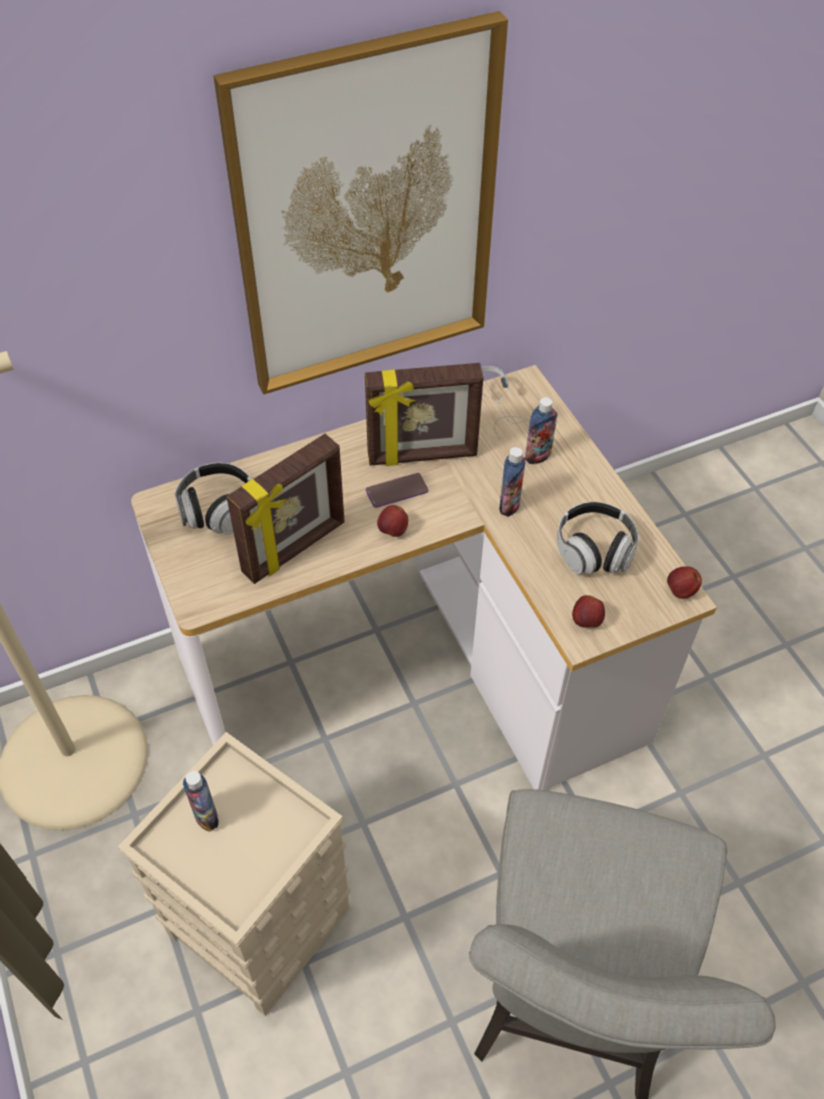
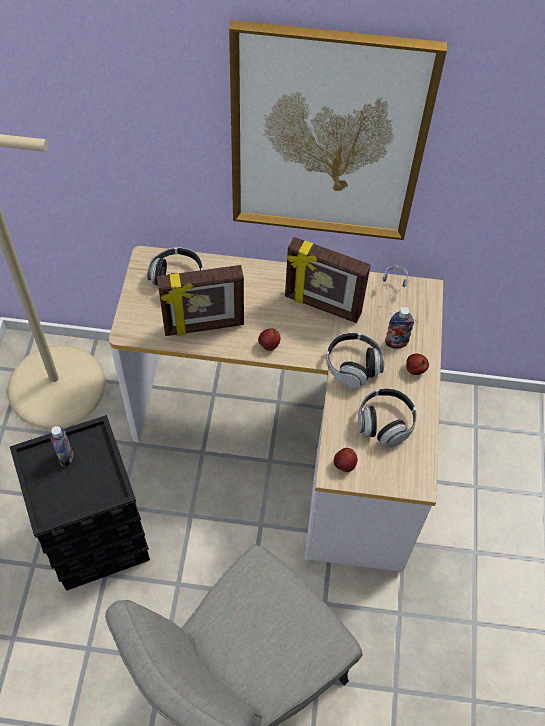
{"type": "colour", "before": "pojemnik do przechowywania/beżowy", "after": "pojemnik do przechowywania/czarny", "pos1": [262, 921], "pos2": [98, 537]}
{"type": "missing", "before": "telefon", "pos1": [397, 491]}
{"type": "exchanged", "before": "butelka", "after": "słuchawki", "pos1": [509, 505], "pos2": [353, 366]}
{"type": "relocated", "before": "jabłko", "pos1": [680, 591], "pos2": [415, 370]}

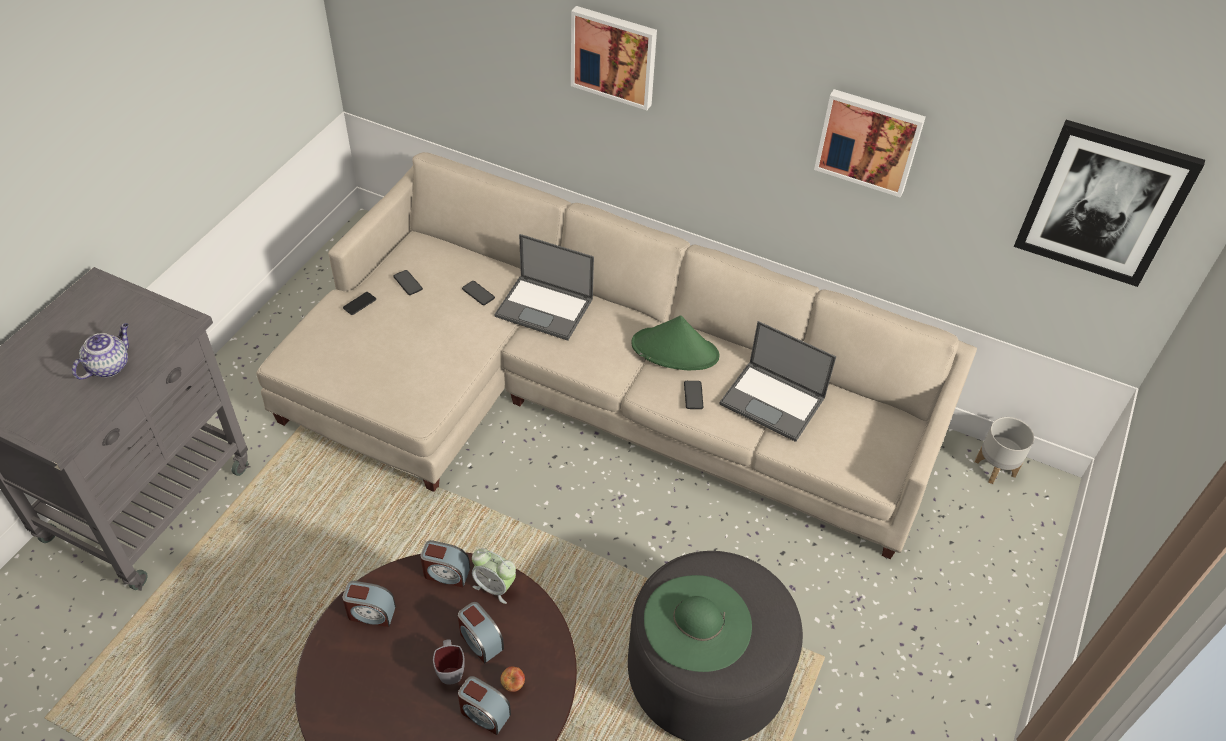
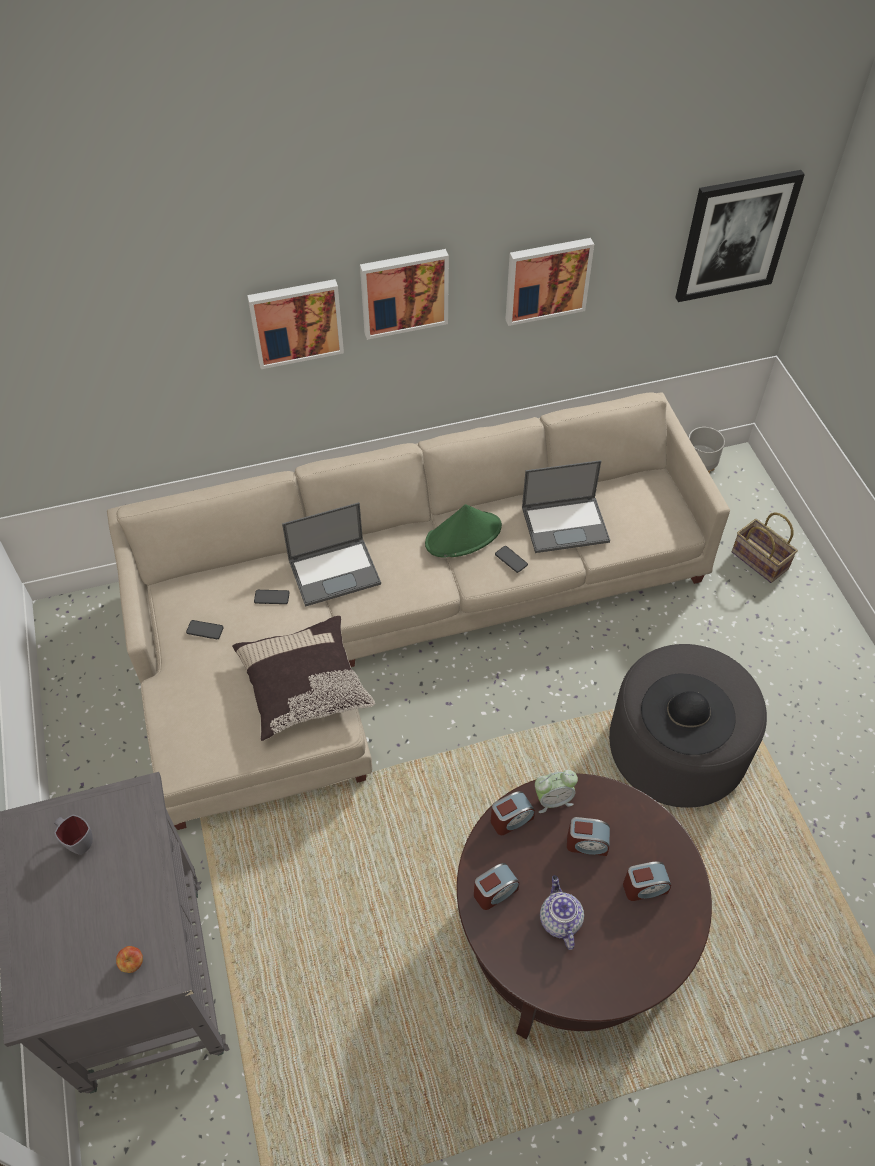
{"type": "relocated", "before": "imbryk", "pos1": [109, 365], "pos2": [559, 919]}
{"type": "missing", "before": "telefon", "pos1": [359, 304]}
{"type": "relocated", "before": "kubek/szary", "pos1": [450, 670], "pos2": [77, 841]}
{"type": "relocated", "before": "jabłko", "pos1": [513, 684], "pos2": [132, 963]}
{"type": "colour", "before": "kapelusz/zielony", "after": "kapelusz/czarny", "pos1": [697, 622], "pos2": [687, 714]}
{"type": "appeared", "after": "poduszka", "pos2": [304, 686]}
{"type": "appeared", "after": "obraz", "pos2": [404, 291]}
{"type": "appeared", "after": "koszyk", "pos2": [757, 560]}

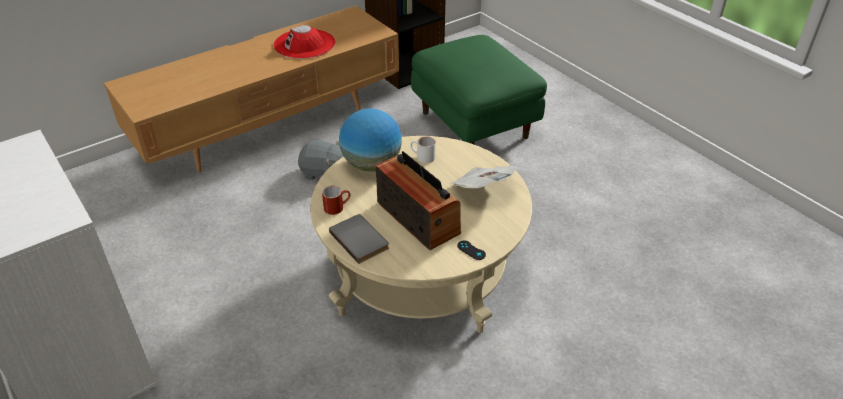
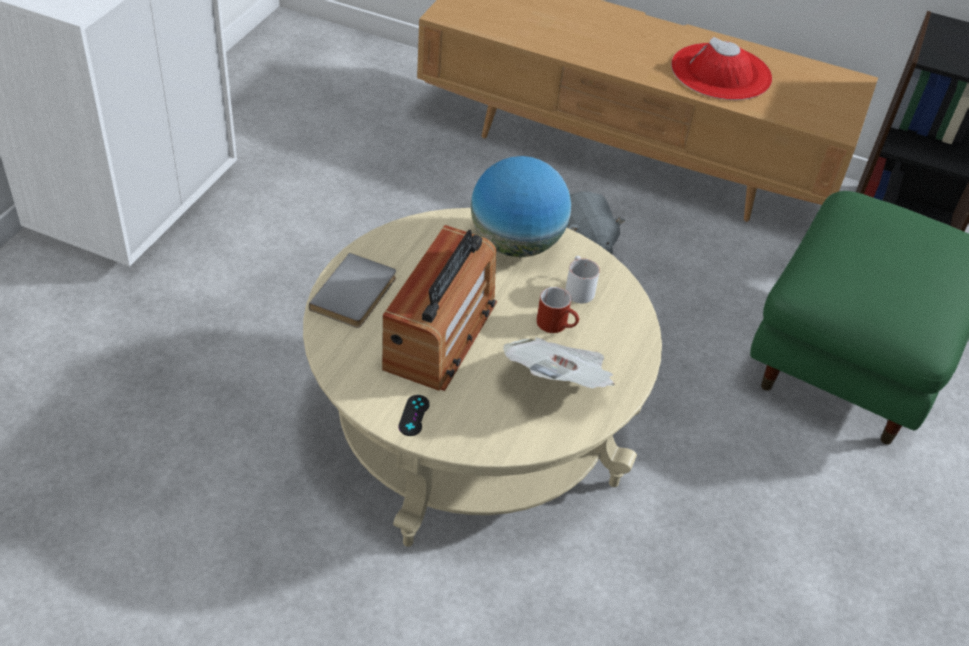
{"type": "relocated", "before": "kubek/czerwony", "pos1": [337, 207], "pos2": [557, 324]}

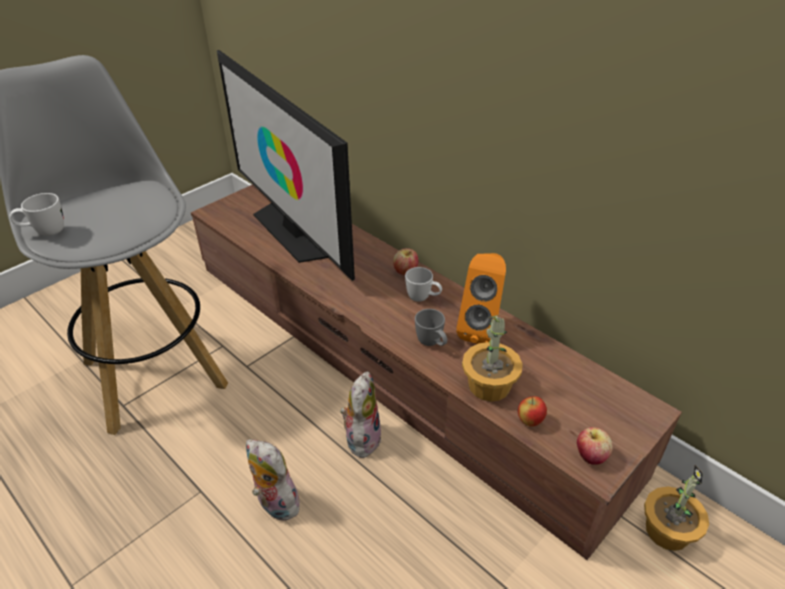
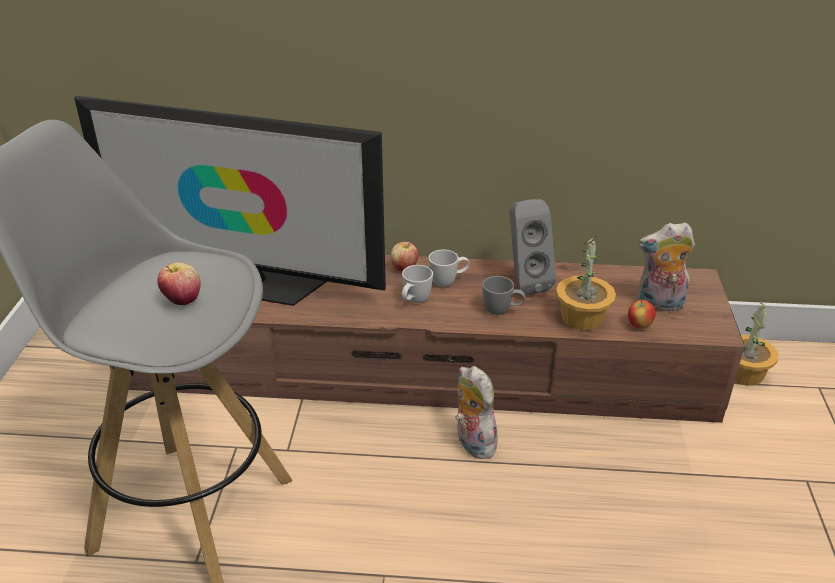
{"type": "relocated", "before": "kubek/biały", "pos1": [44, 232], "pos2": [414, 301]}
{"type": "relocated", "before": "pluszak", "pos1": [275, 503], "pos2": [659, 304]}
{"type": "colour", "before": "głośnik/pomarańczowy", "after": "głośnik/szary", "pos1": [481, 329], "pos2": [524, 282]}
{"type": "relocated", "before": "jabłko", "pos1": [590, 456], "pos2": [182, 300]}

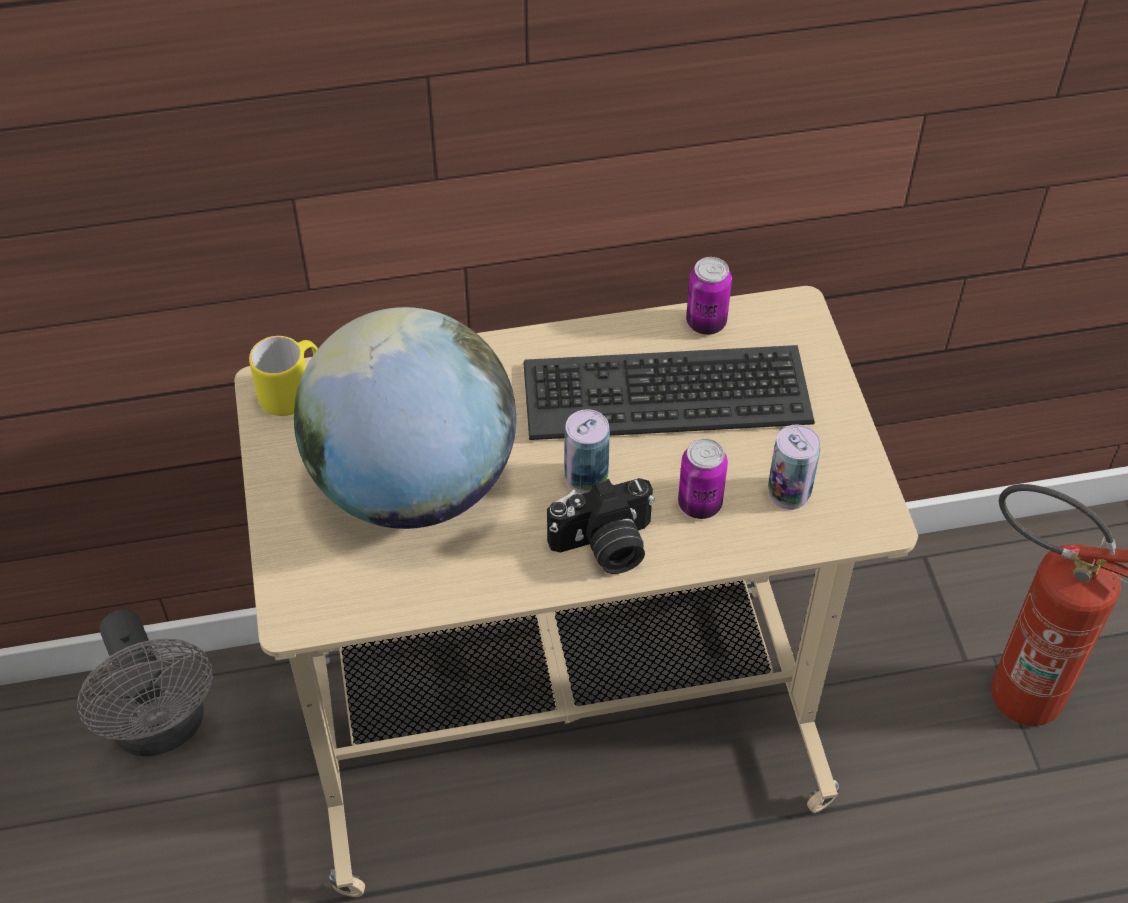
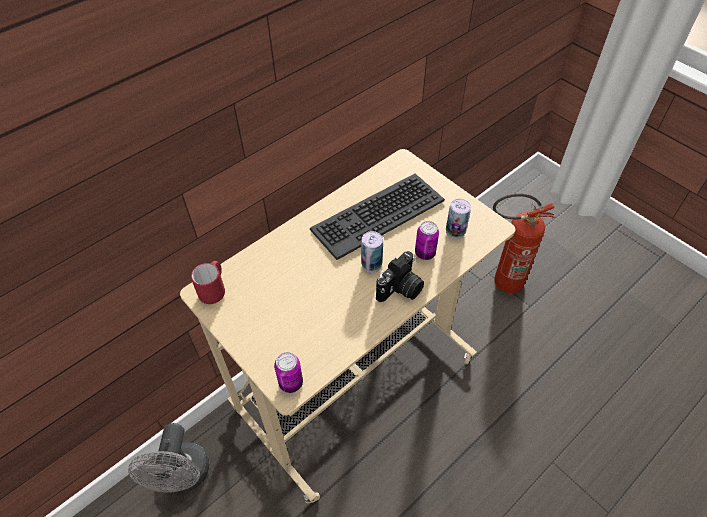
{"type": "spun", "before": "wentylator/szary", "pos1": [162, 728], "pos2": [184, 477], "turn": 60}
{"type": "colour", "before": "kubek/żółty", "after": "kubek/czerwony", "pos1": [293, 393], "pos2": [214, 290]}
{"type": "missing", "before": "globus", "pos1": [412, 484]}
{"type": "relocated", "before": "puszka", "pos1": [706, 323], "pos2": [291, 383]}

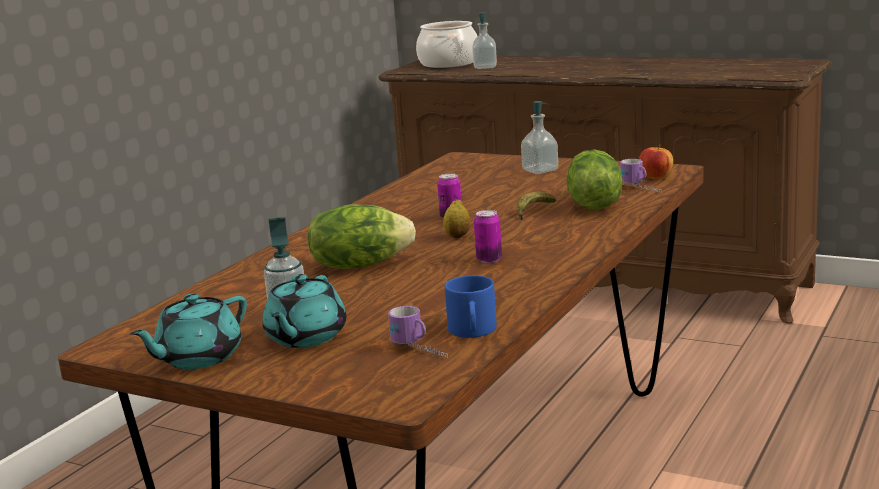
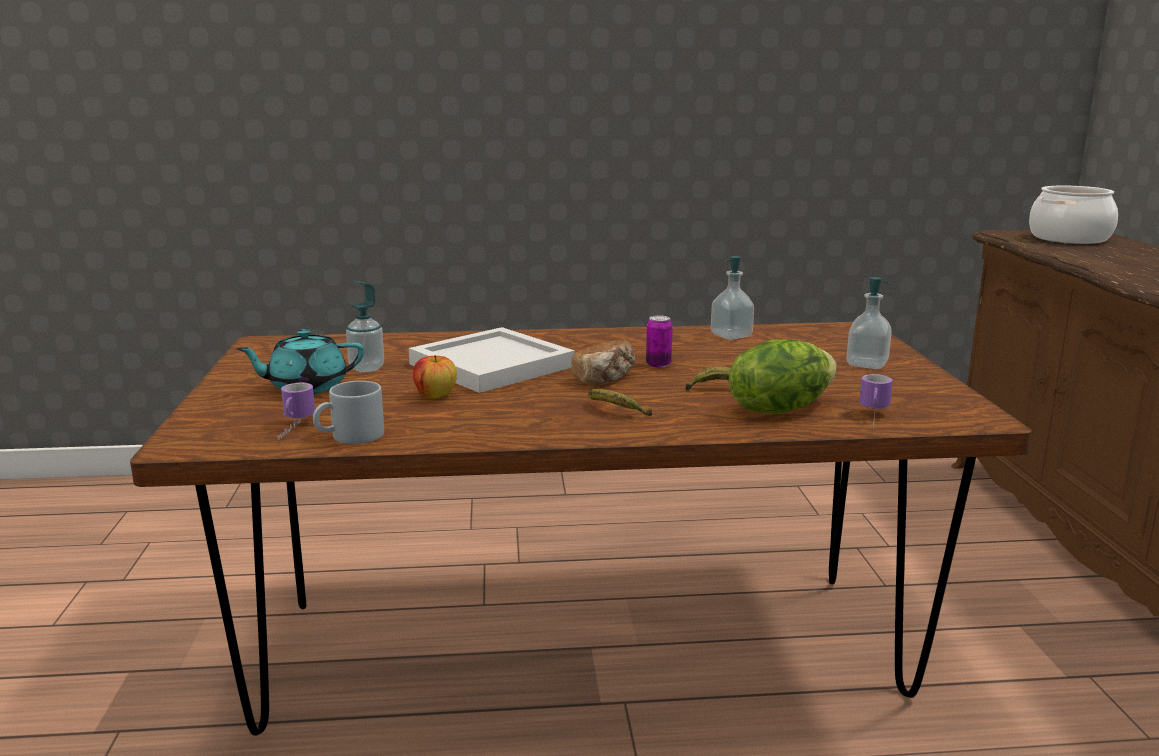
{"type": "missing", "before": "imbryk/turkusowy", "pos1": [198, 358]}
{"type": "exchanged", "before": "sałata", "after": "taca/biały", "pos1": [360, 265], "pos2": [492, 364]}
{"type": "exchanged", "before": "cytryna", "after": "chleb", "pos1": [457, 236], "pos2": [605, 378]}
{"type": "colour", "before": "kubek/niebieski", "after": "kubek/szary", "pos1": [473, 331], "pos2": [350, 437]}
{"type": "relocated", "before": "dozownik mydła", "pos1": [485, 67], "pos2": [731, 335]}
{"type": "missing", "before": "puszka", "pos1": [489, 260]}
{"type": "relocated", "before": "jabłko", "pos1": [656, 177], "pos2": [435, 396]}
{"type": "appeared", "after": "banan", "pos2": [616, 411]}

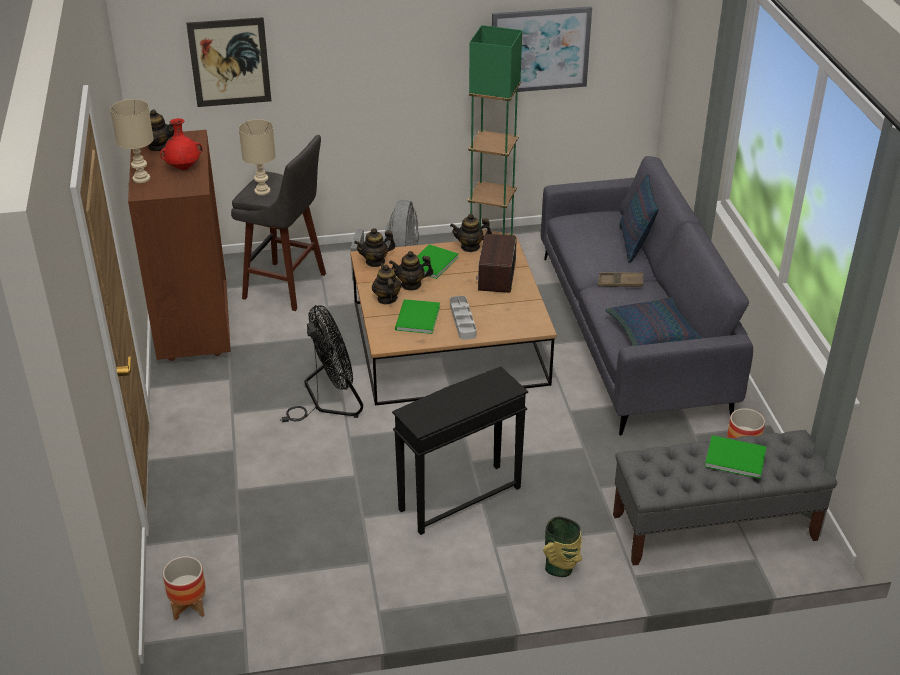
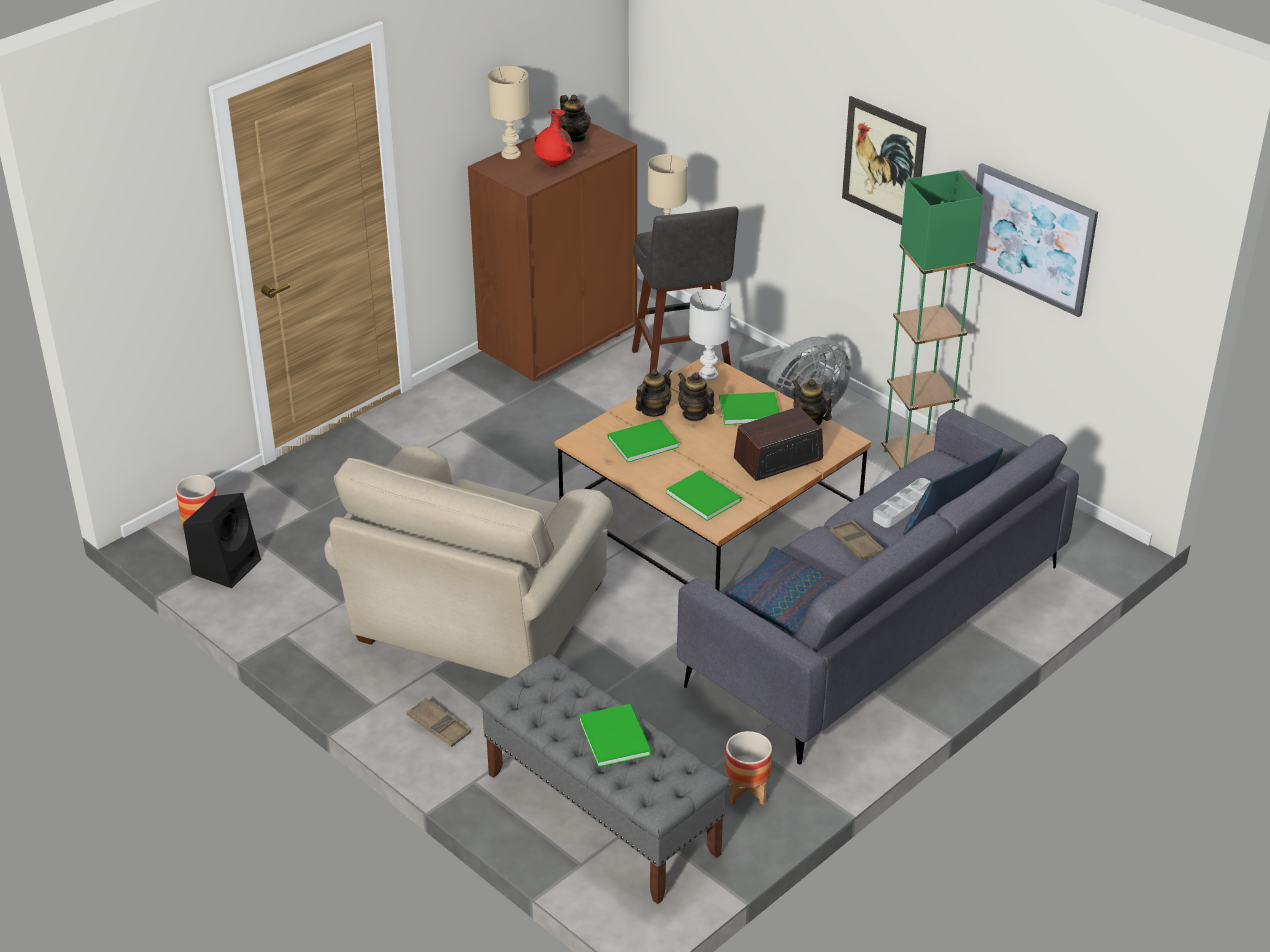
{"type": "relocated", "before": "obraz", "pos1": [229, 62], "pos2": [883, 163]}
{"type": "missing", "before": "wentylator/czarny", "pos1": [325, 396]}
{"type": "exchanged", "before": "imbryk", "after": "lampa stołowa/biały", "pos1": [375, 261], "pos2": [708, 375]}
{"type": "exchanged", "before": "stolik/czarny", "after": "fotel/beżowy", "pos1": [459, 498], "pos2": [477, 618]}
{"type": "relocated", "before": "taca/szary", "pos1": [462, 320], "pos2": [904, 506]}
{"type": "exchanged", "before": "wazon", "after": "taca/brązowy", "pos1": [560, 569], "pos2": [439, 726]}
{"type": "appeared", "after": "głośnik/czarny", "pos2": [227, 566]}
{"type": "appeared", "after": "książka/zielony", "pos2": [703, 495]}

